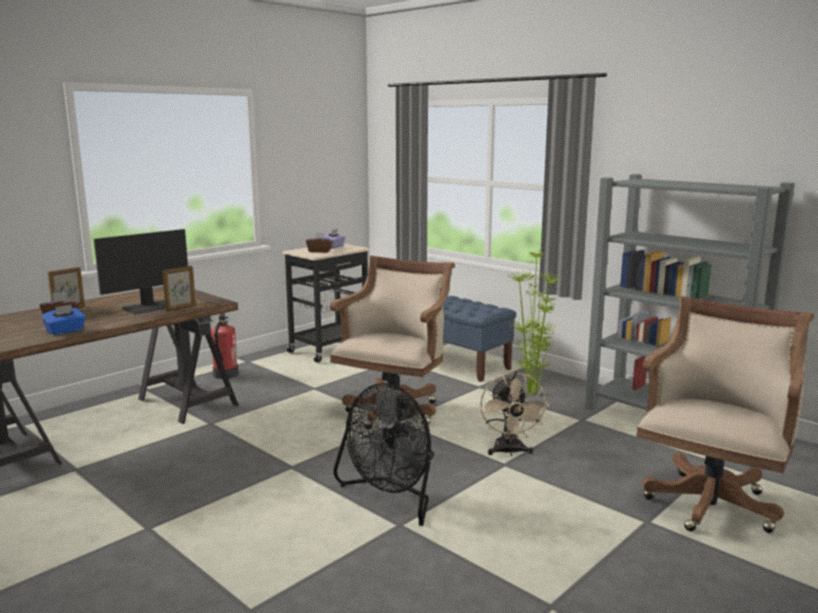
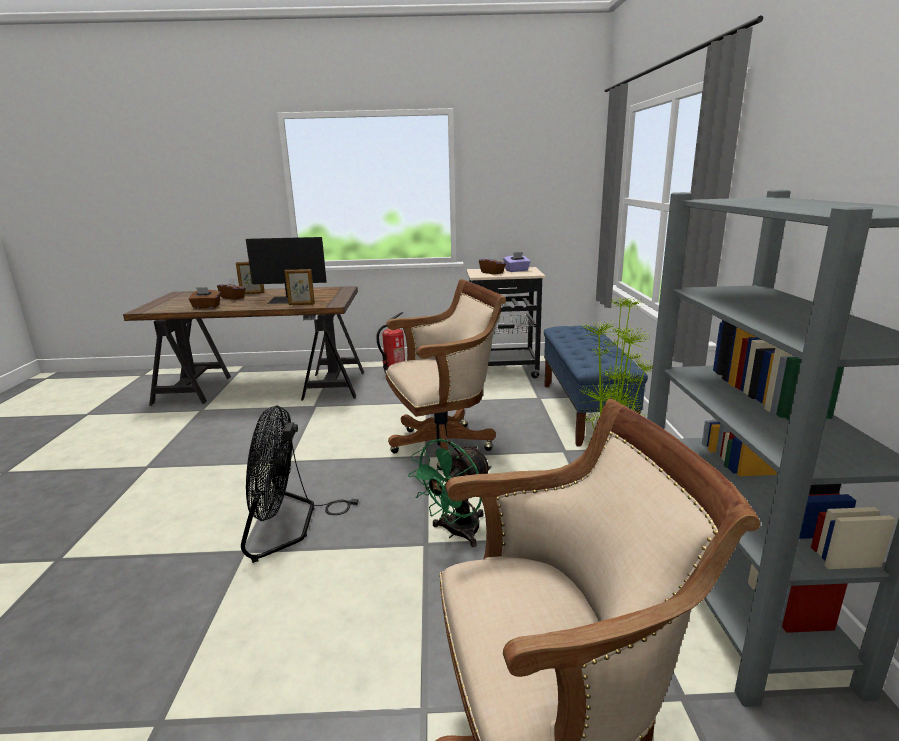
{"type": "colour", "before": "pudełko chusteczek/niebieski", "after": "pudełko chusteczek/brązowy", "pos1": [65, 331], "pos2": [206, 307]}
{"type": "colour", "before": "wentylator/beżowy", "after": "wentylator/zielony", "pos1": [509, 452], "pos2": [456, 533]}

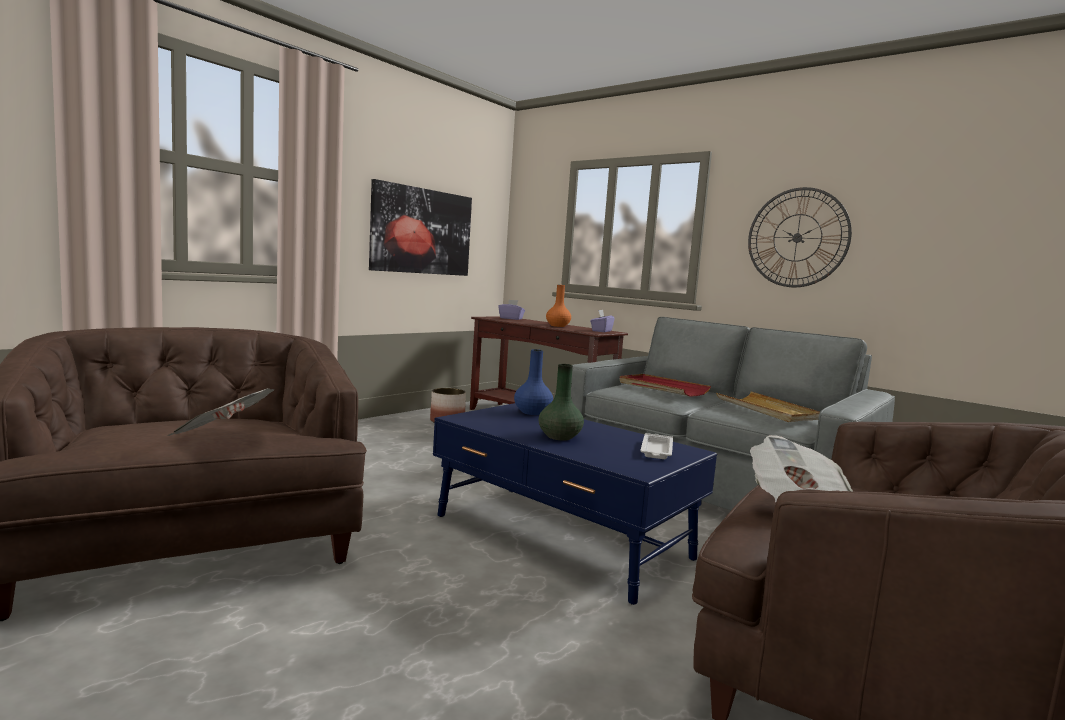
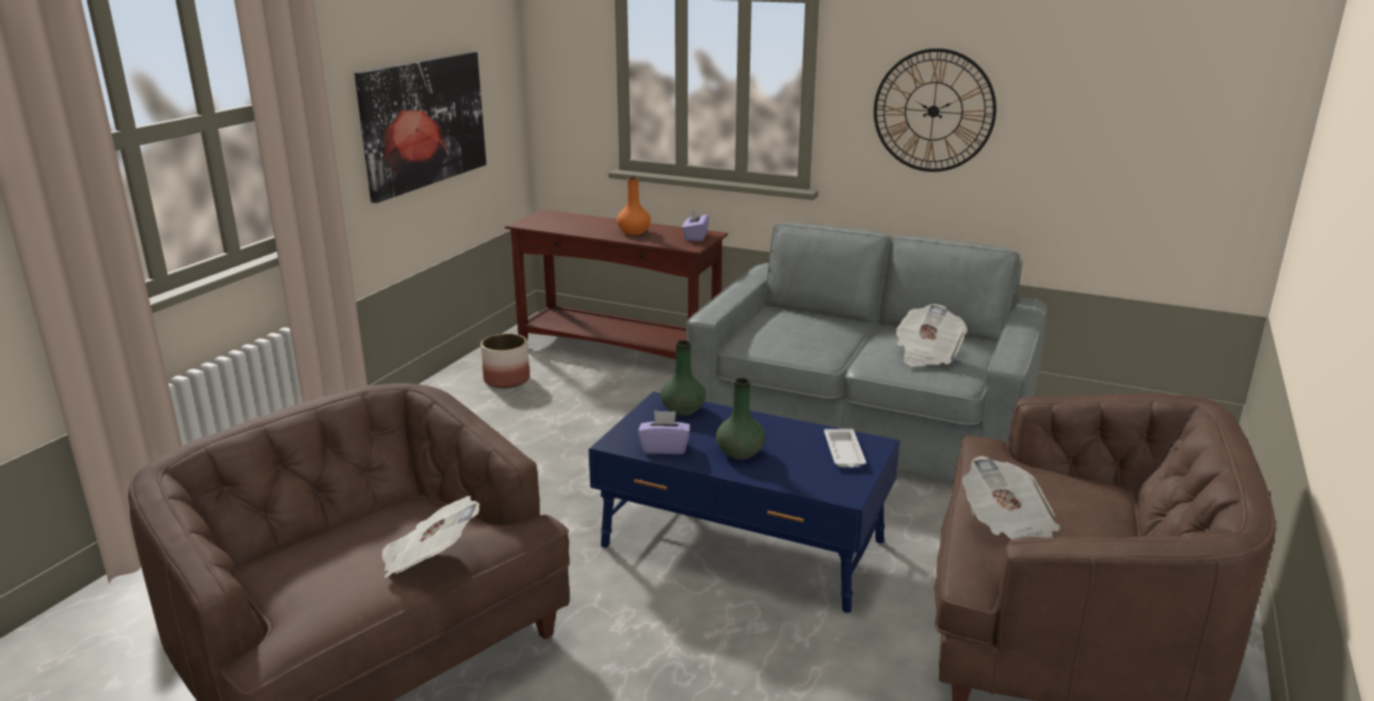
{"type": "relocated", "before": "pudełko chusteczek/fioletowy", "pos1": [511, 318], "pos2": [664, 448]}
{"type": "colour", "before": "wazon/niebieski", "after": "wazon/zielony", "pos1": [532, 412], "pos2": [683, 409]}
{"type": "missing", "before": "taca/czerwony", "pos1": [662, 388]}
{"type": "exchanged", "before": "taca/beżowy", "after": "gazeta", "pos1": [767, 410], "pos2": [926, 354]}

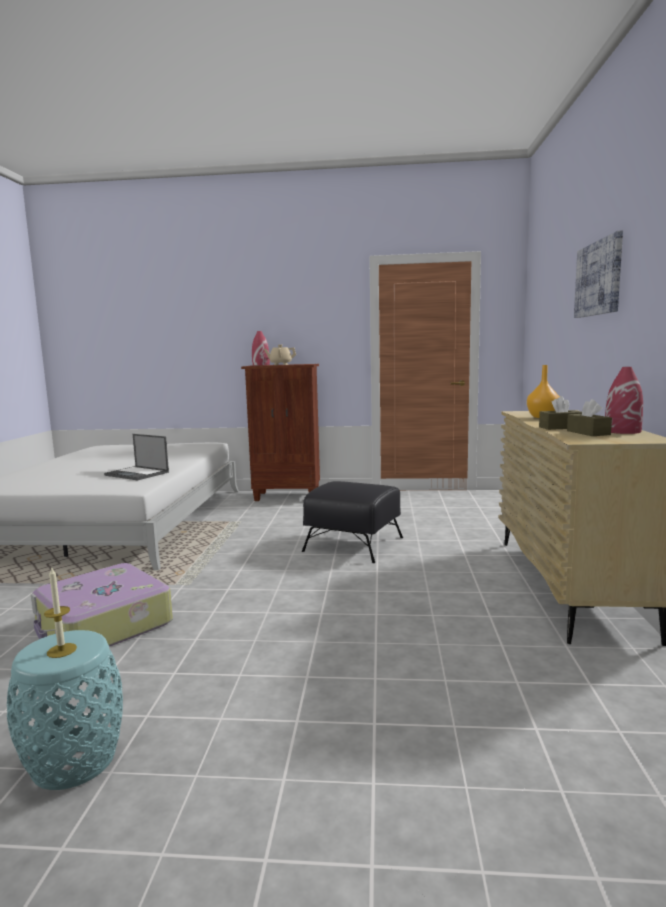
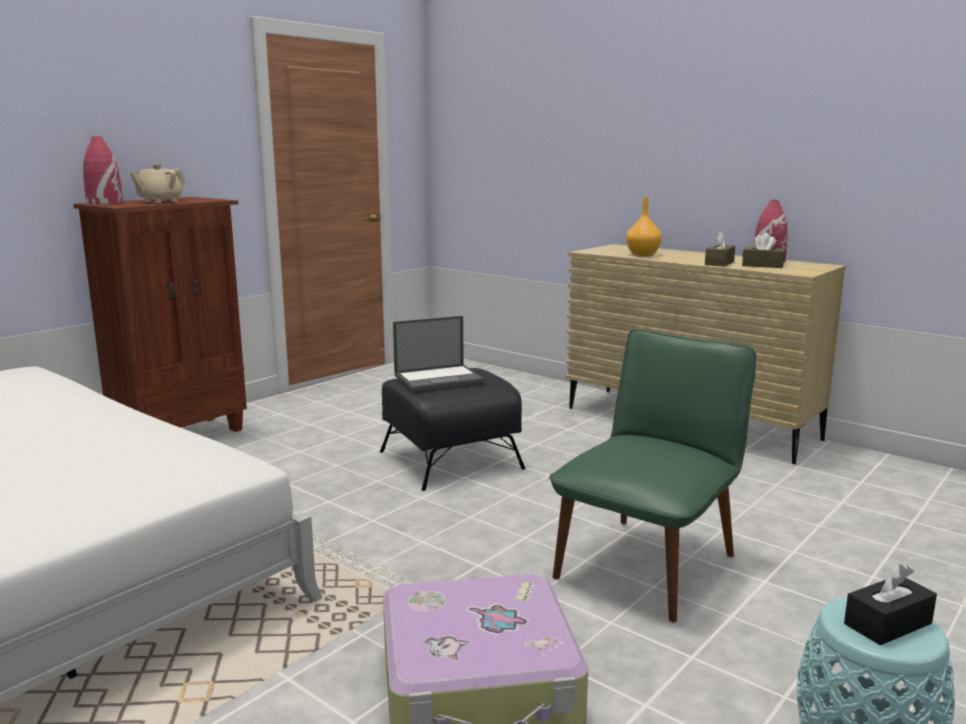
{"type": "exchanged", "before": "świeca", "after": "pudełko chusteczek/czarny", "pos1": [61, 650], "pos2": [887, 624]}
{"type": "relocated", "before": "laptop", "pos1": [137, 474], "pos2": [439, 378]}
{"type": "missing", "before": "obraz", "pos1": [598, 278]}
{"type": "appeared", "after": "krzesło/zielony", "pos2": [645, 566]}

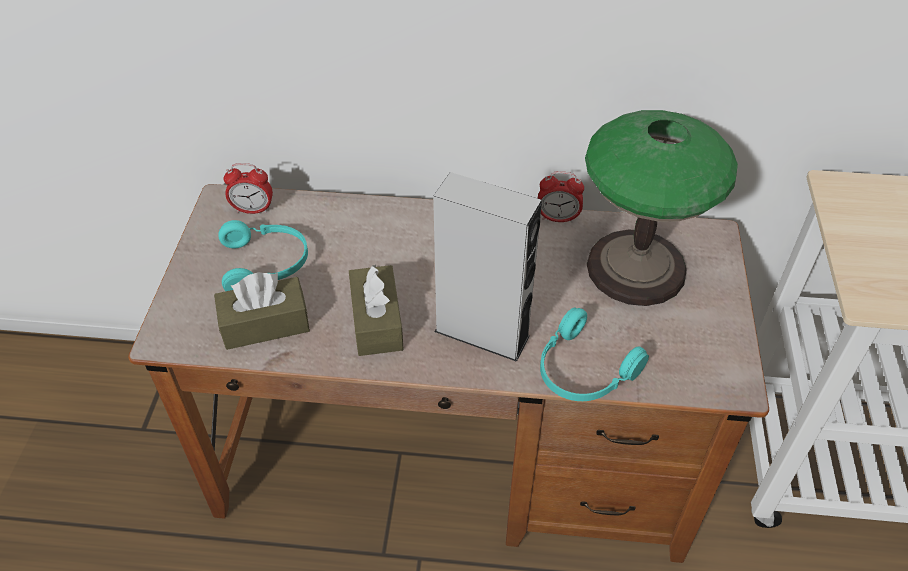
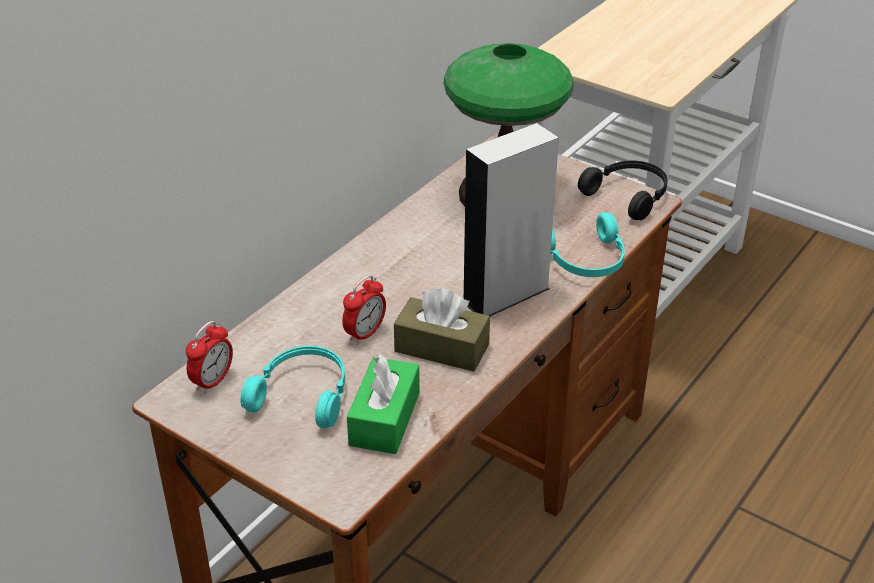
{"type": "colour", "before": "pudełko chusteczek/brązowy", "after": "pudełko chusteczek/zielony", "pos1": [265, 324], "pos2": [384, 419]}
{"type": "relocated", "before": "budzik", "pos1": [557, 218], "pos2": [365, 333]}
{"type": "appeared", "after": "słuchawki/czarny", "pos2": [629, 196]}

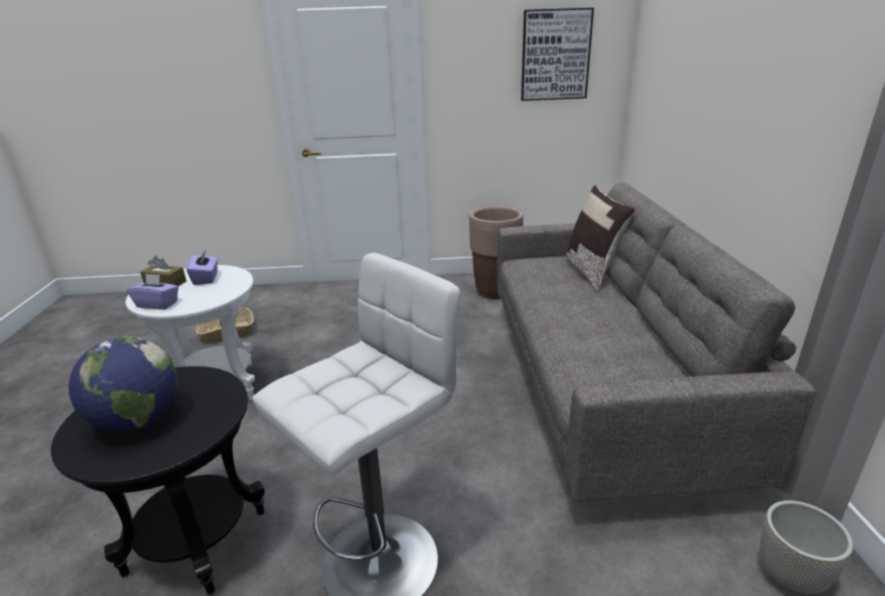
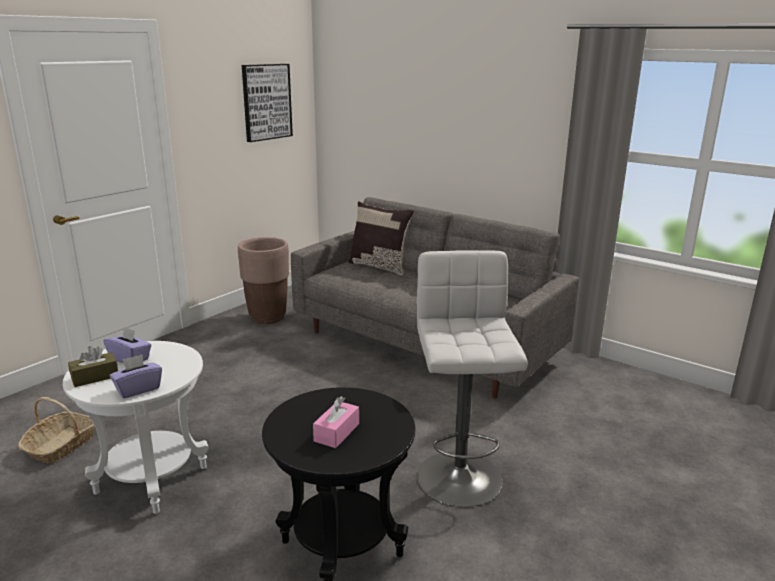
{"type": "exchanged", "before": "globus", "after": "pudełko chusteczek/różowy", "pos1": [137, 420], "pos2": [336, 432]}
{"type": "missing", "before": "donica/szary", "pos1": [791, 575]}

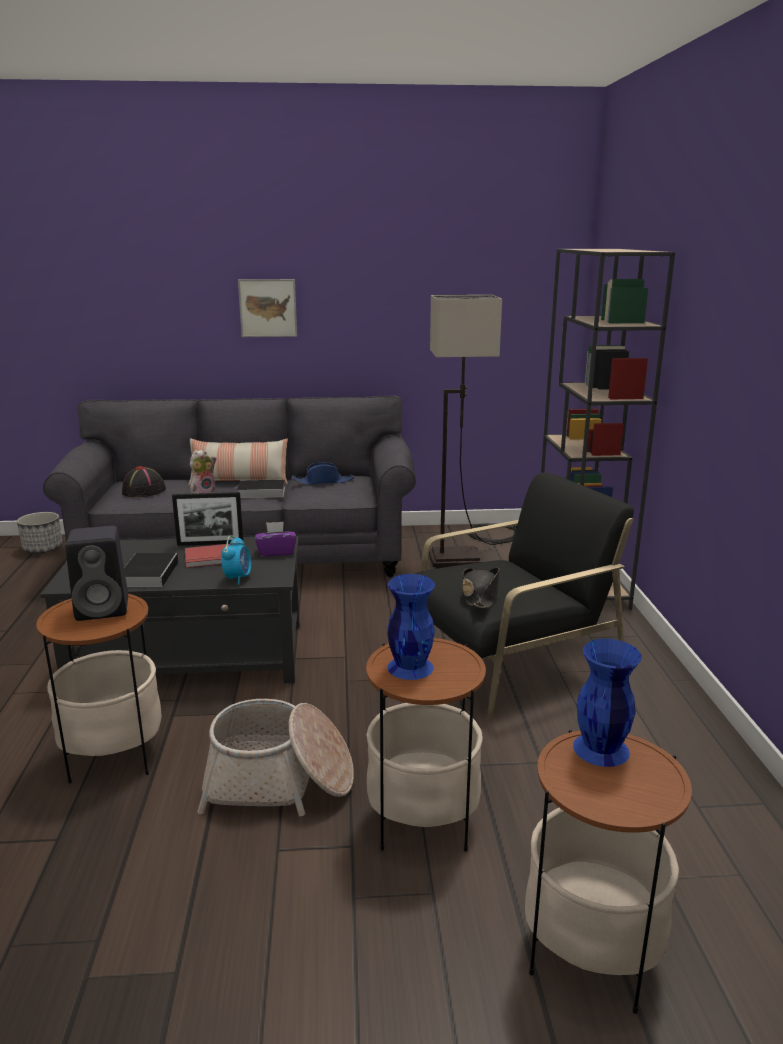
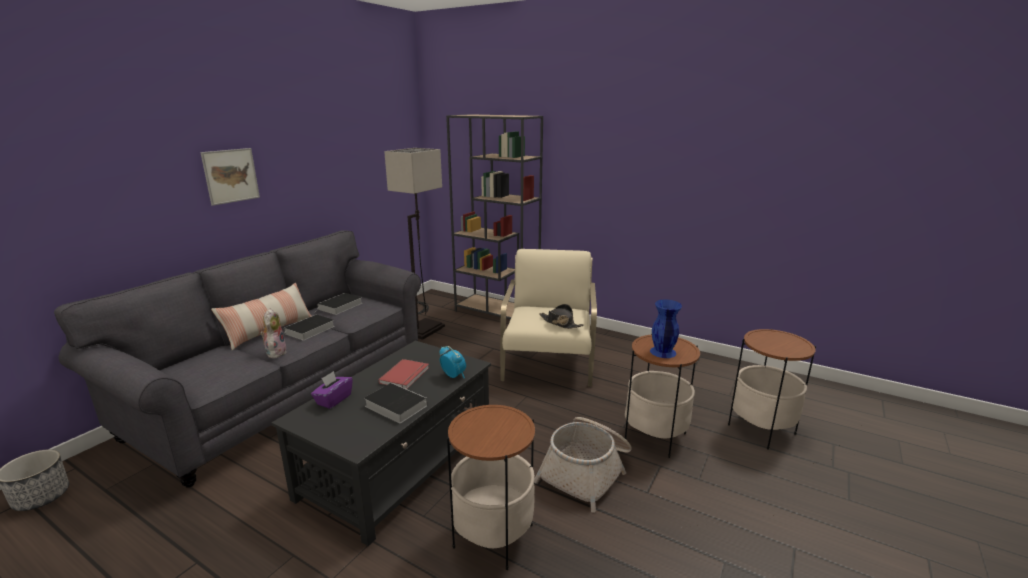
{"type": "missing", "before": "głośnik/czarny", "pos1": [104, 608]}
{"type": "missing", "before": "kapelusz/czarny", "pos1": [144, 491]}
{"type": "missing", "before": "ramka na zdjęcie", "pos1": [210, 543]}
{"type": "relocated", "before": "pudełko chusteczek/fioletowy", "pos1": [276, 552], "pos2": [333, 400]}
{"type": "exchanged", "before": "kapelusz/niebieski", "after": "książka", "pos1": [323, 482], "pos2": [340, 306]}
{"type": "colour", "before": "fotel/czarny", "after": "fotel/beżowy", "pos1": [509, 663], "pos2": [549, 361]}
{"type": "missing", "before": "wazon/niebieski", "pos1": [600, 749]}

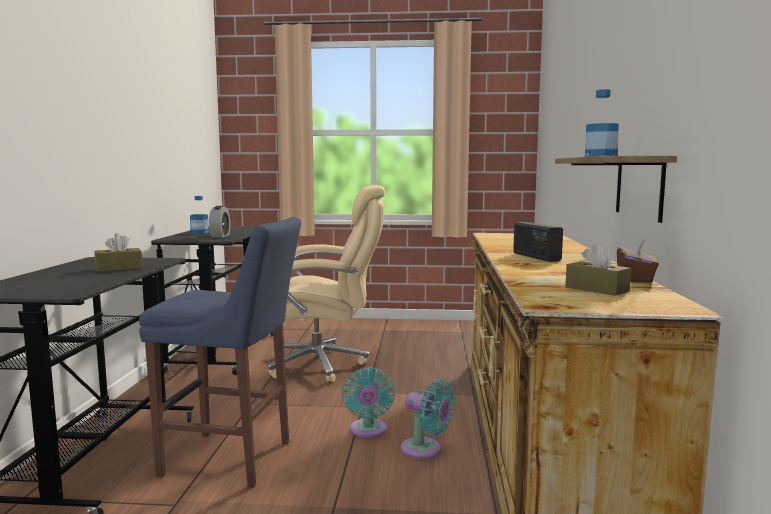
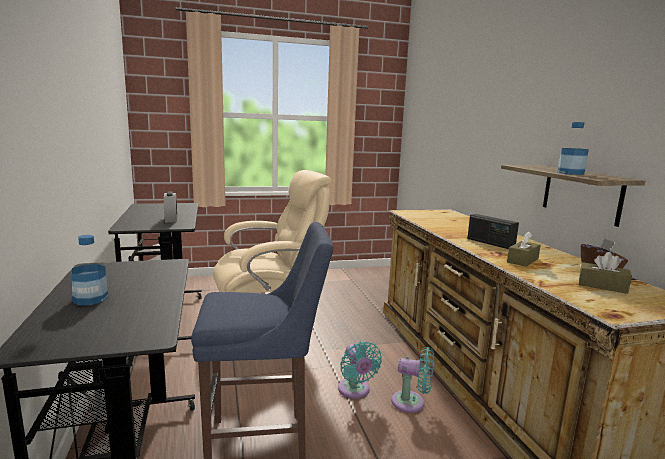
{"type": "relocated", "before": "pudełko chusteczek/brązowy", "pos1": [119, 268], "pos2": [522, 260]}
{"type": "relocated", "before": "butelka", "pos1": [199, 232], "pos2": [90, 299]}

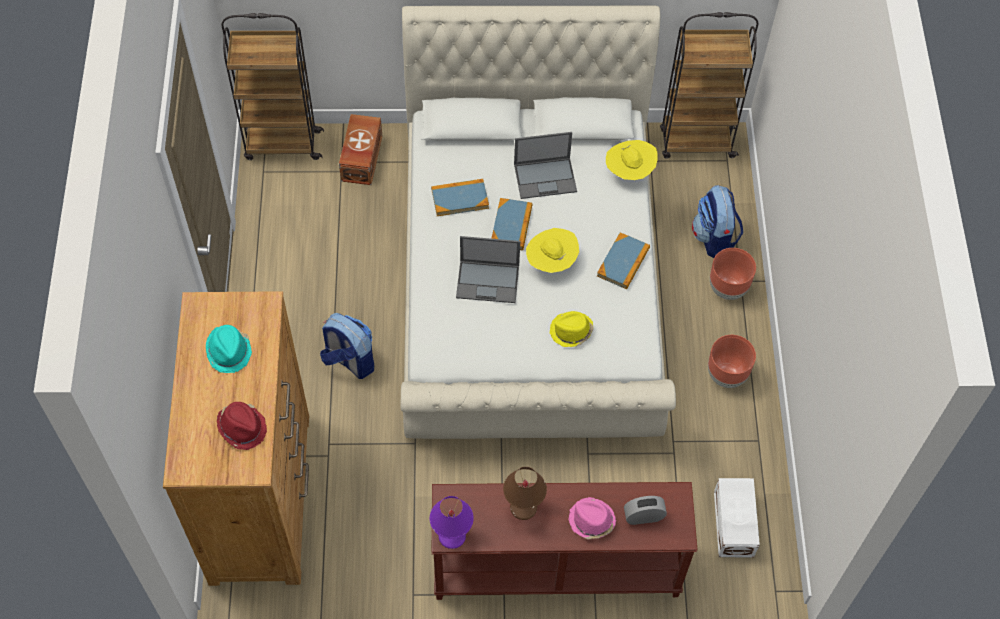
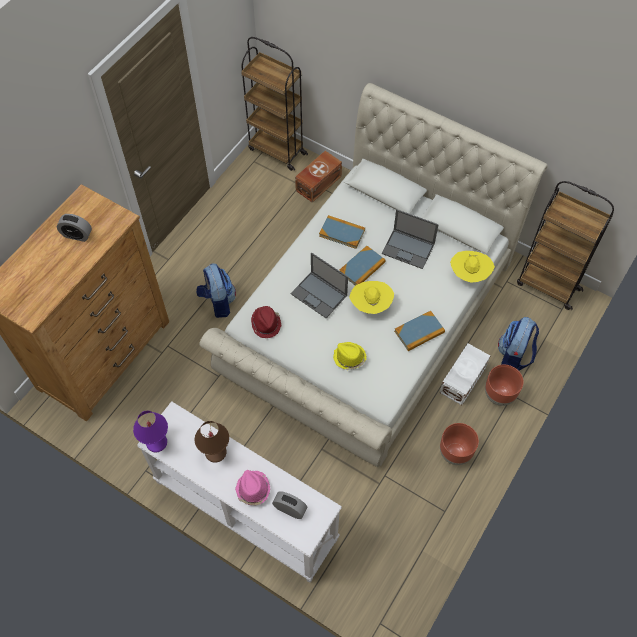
{"type": "exchanged", "before": "kapelusz/turkusowy", "after": "budzik", "pos1": [229, 351], "pos2": [77, 235]}
{"type": "relocated", "before": "kapelusz/czerwony", "pos1": [242, 427], "pos2": [266, 324]}
{"type": "colour", "before": "stolik konsolowy/brązowy", "after": "stolik konsolowy/biały", "pos1": [555, 569], "pos2": [244, 511]}
{"type": "relocated", "before": "pojemnik do przechowywania/biały", "pos1": [732, 525], "pos2": [461, 380]}

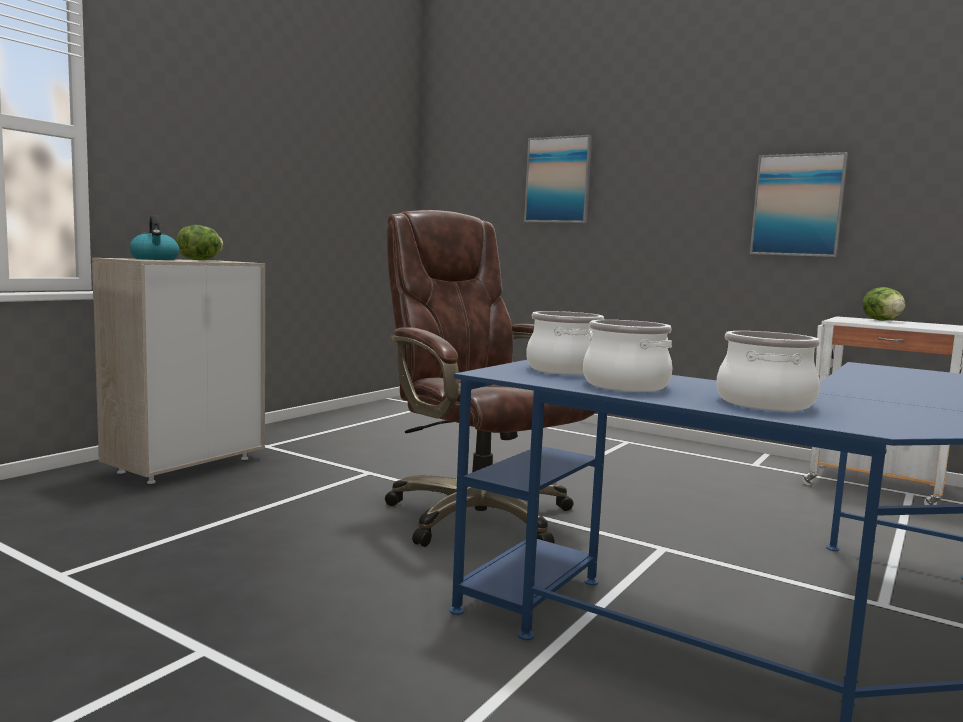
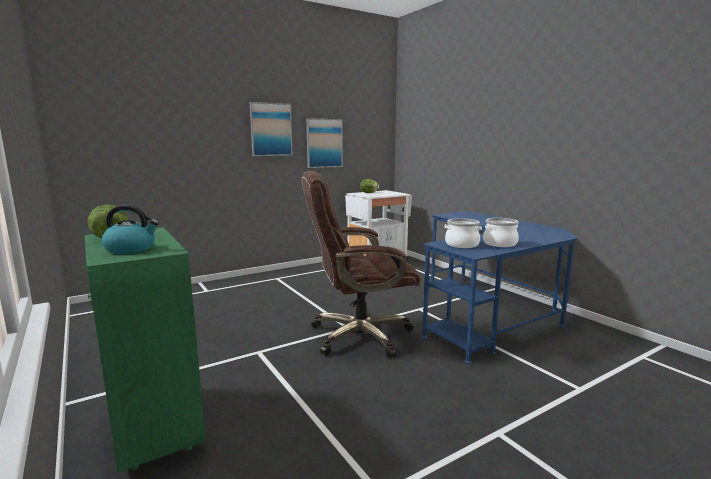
{"type": "colour", "before": "szafka/beżowy", "after": "szafka/zielony", "pos1": [187, 465], "pos2": [153, 426]}
{"type": "relocated", "before": "obraz", "pos1": [558, 180], "pos2": [271, 129]}
{"type": "missing", "before": "garnek", "pos1": [766, 403]}

